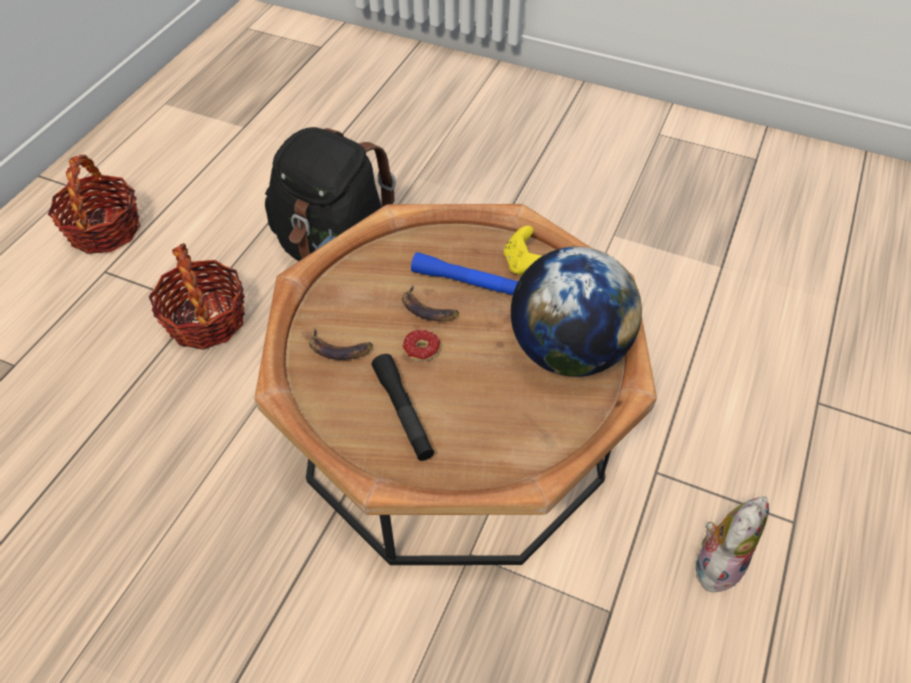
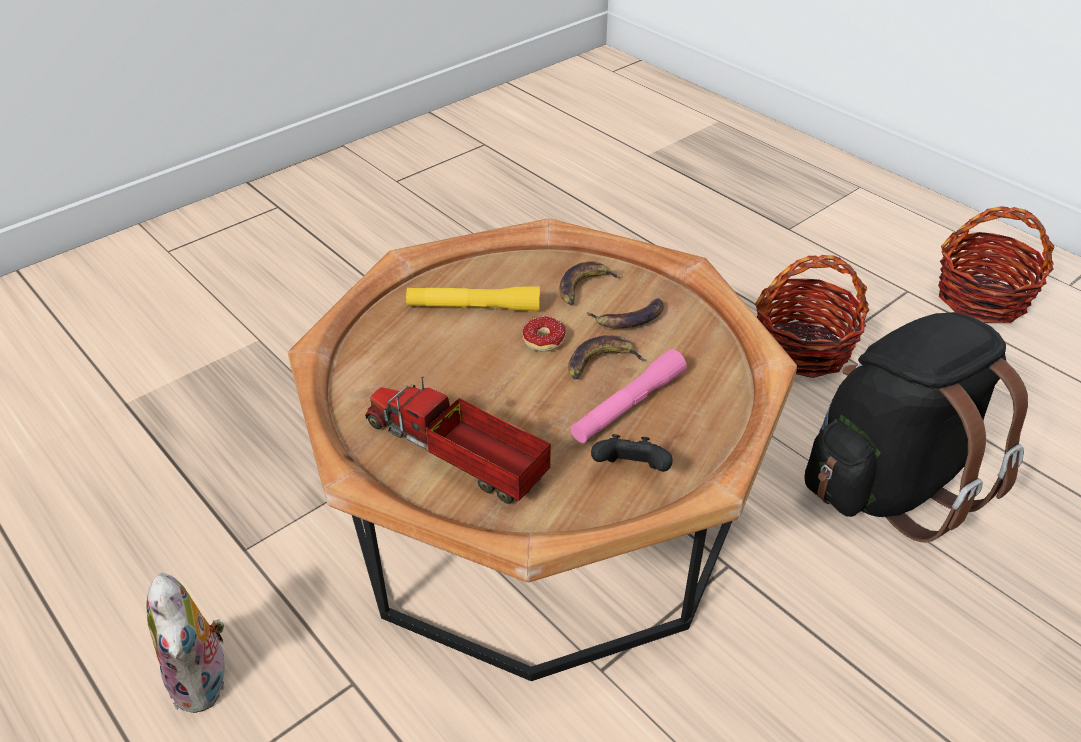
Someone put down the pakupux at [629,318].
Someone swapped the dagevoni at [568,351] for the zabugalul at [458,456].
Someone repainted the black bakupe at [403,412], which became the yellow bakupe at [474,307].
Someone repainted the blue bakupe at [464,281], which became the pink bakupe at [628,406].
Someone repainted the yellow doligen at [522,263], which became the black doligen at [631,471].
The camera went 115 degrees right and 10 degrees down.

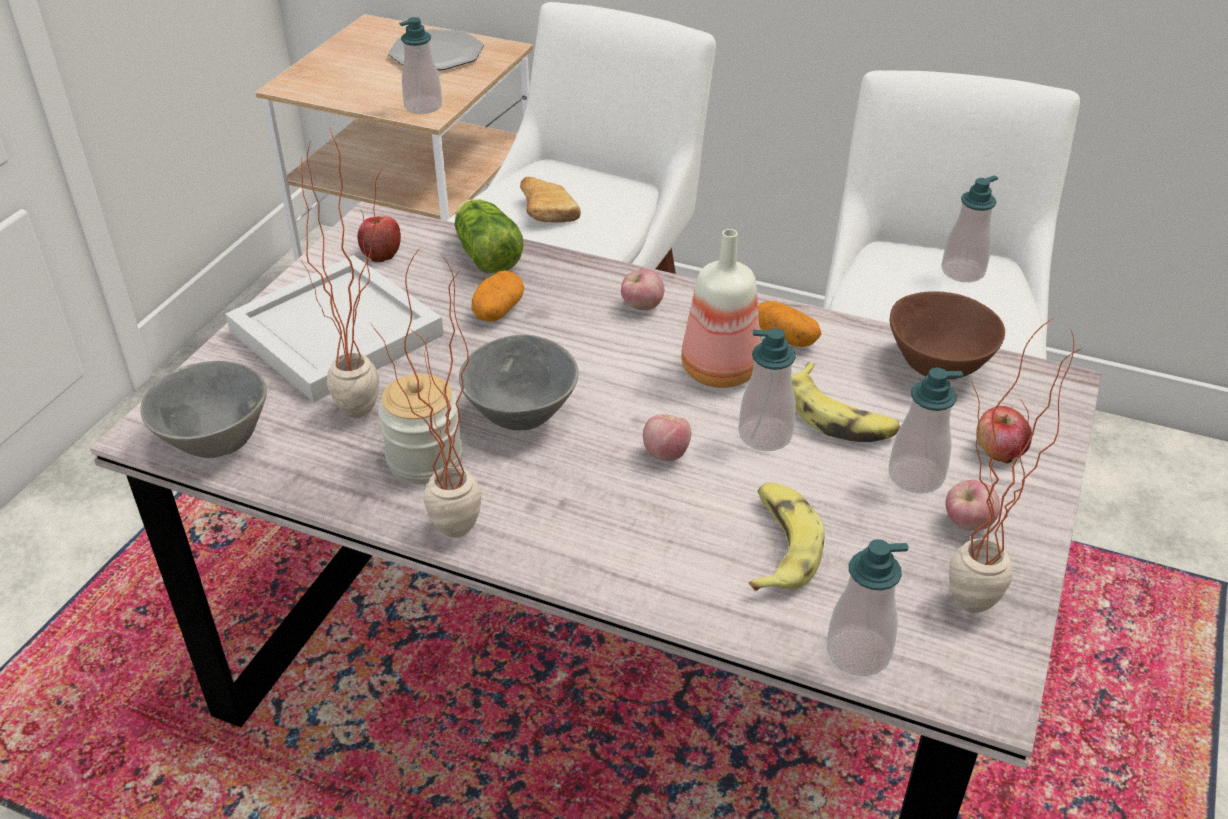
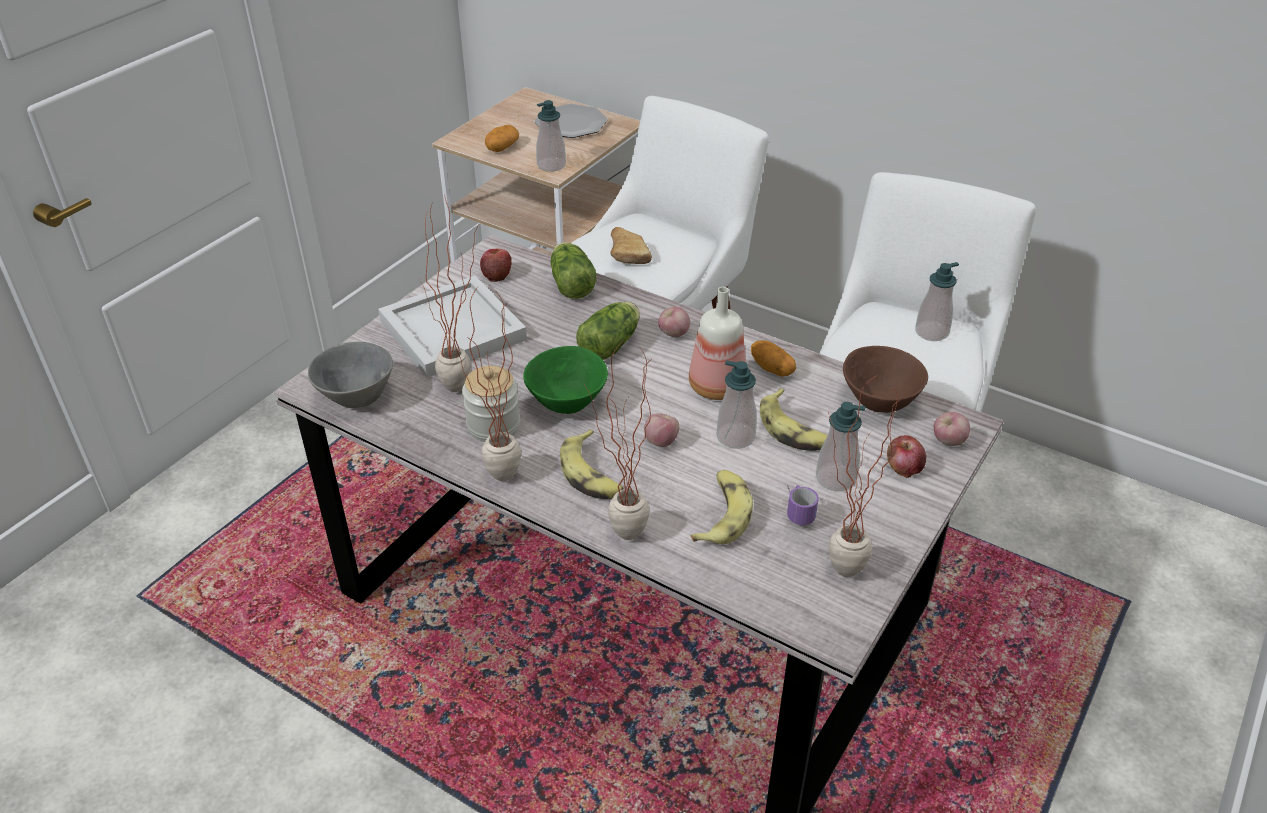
Someone took away the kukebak at [858,652].
Someone put down the pakupux at [592,475].
Someone put down the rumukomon at [612,344].
Someone put down the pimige at [619,540].
Someone put down the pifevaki at [796,509].
Someone carried the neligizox from [498,310] to [502,147].
Someone carried the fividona from [967,524] to [948,442].
Someone repainted the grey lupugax at [518,414], which became the green lupugax at [565,402].
The camera went 10 degrees right and 0 degrees up.

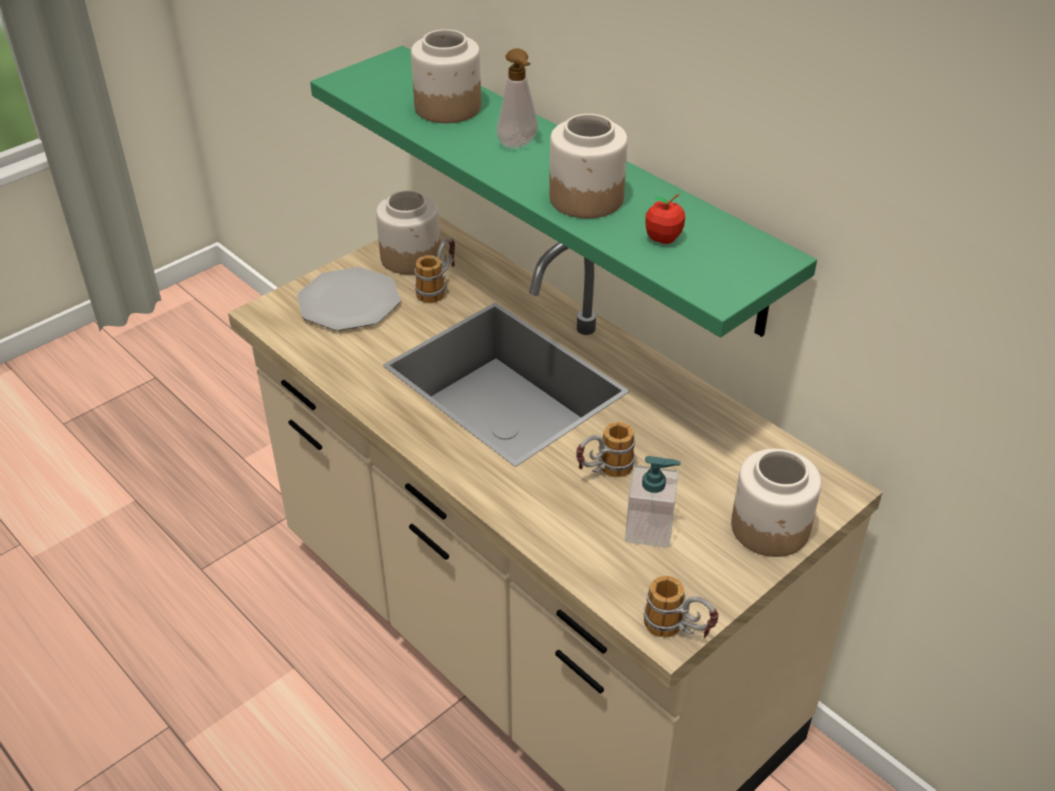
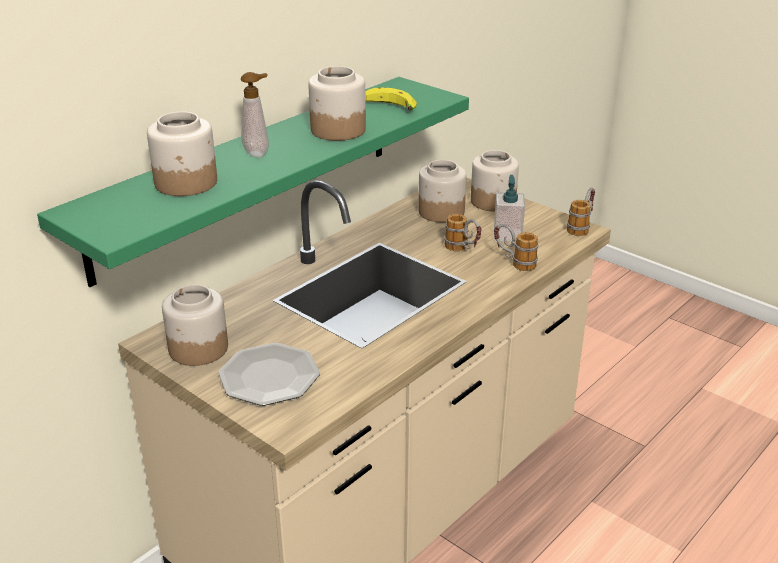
Someone put down the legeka at [440,212].
Someone carried the pifevaki from [438,288] to [514,262].
Someone swapped the fividona at [663,238] for the pakupux at [386,109].
The camera went 95 degrees left and 10 degrees down.

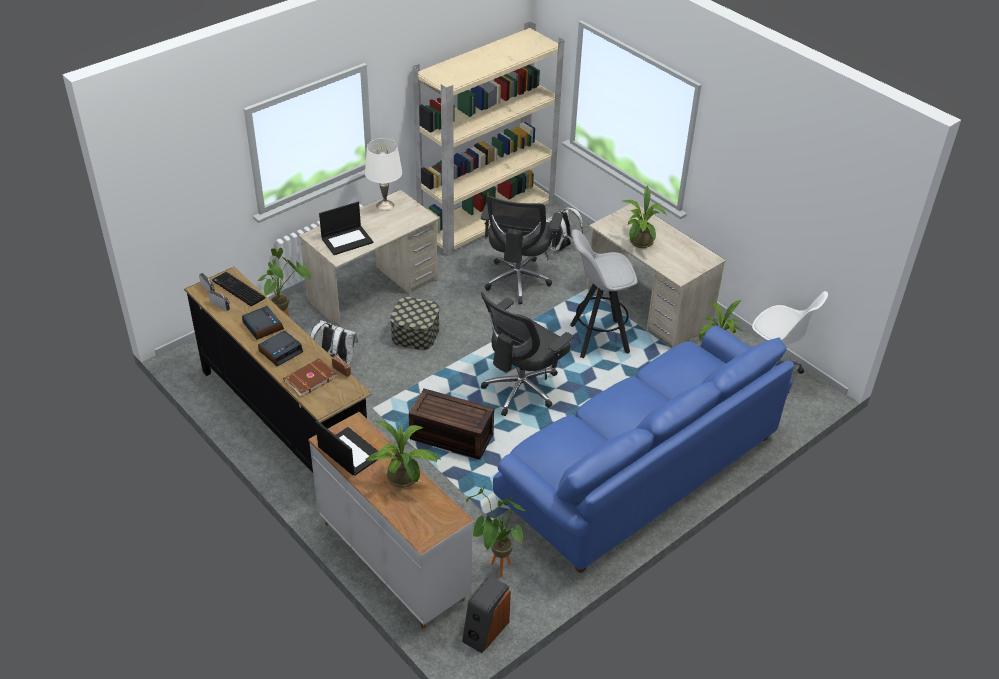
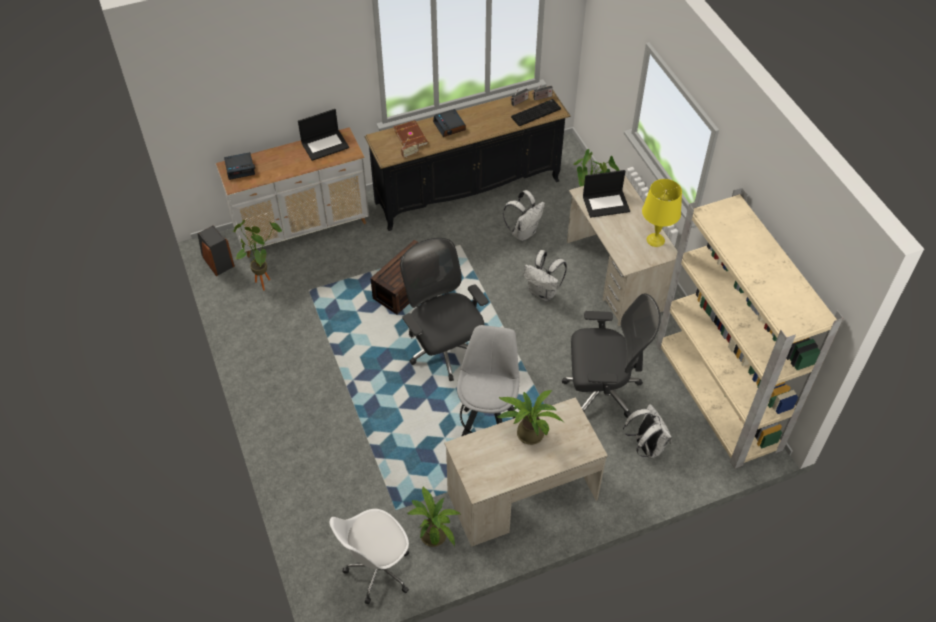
Someone took away the pimige at [405,480].
Someone took away the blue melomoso at [639,469].
Someone carried the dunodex from [262,326] to [240,168].
Someone swapped the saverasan at [415,334] for the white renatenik at [543,292].
Someone repainted the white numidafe at [385,205], which became the yellow numidafe at [655,239].
Someone rotated the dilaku at [347,240] by 90 degrees counterclockwise.
Someone rotated the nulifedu at [517,279] by 150 degrees clockwise.
The camera went 110 degrees right and 10 degrees up.

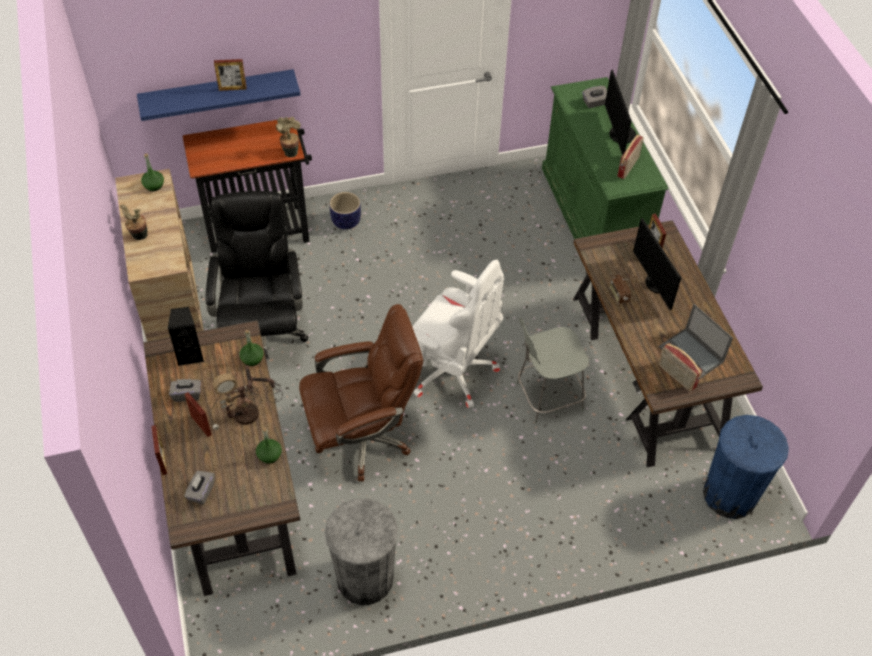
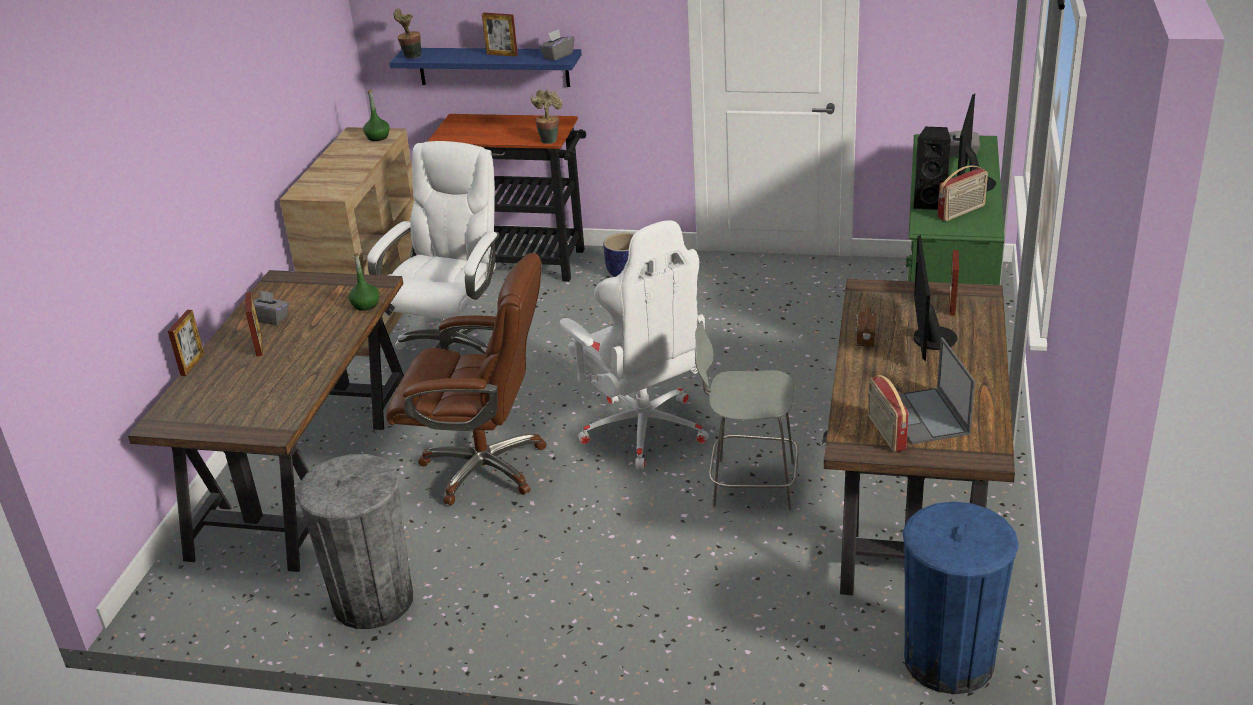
Someone took away the numidafe at [248,415].
Someone took away the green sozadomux at [269,455].
Someone carried the pimige from [138,236] to [411,56].
Someone carried the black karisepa from [190,355] to [931,203].
Someone carried the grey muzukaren from [201,492] to [557,56].
Someone repainted the black nulifedu at [264,334], which became the white nulifedu at [452,348].
The camera went 30 degrees right and 20 degrees down.

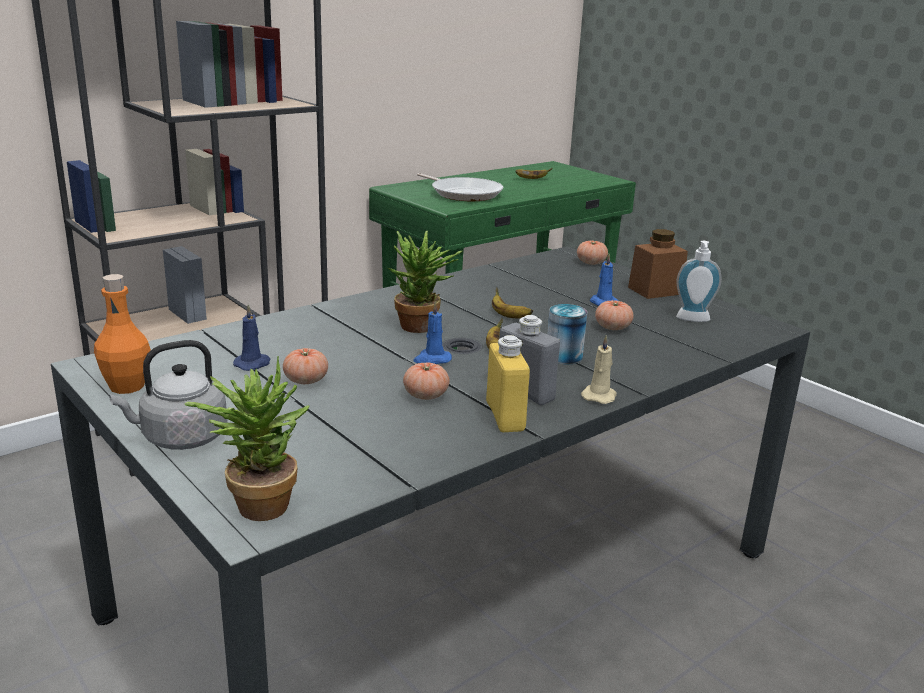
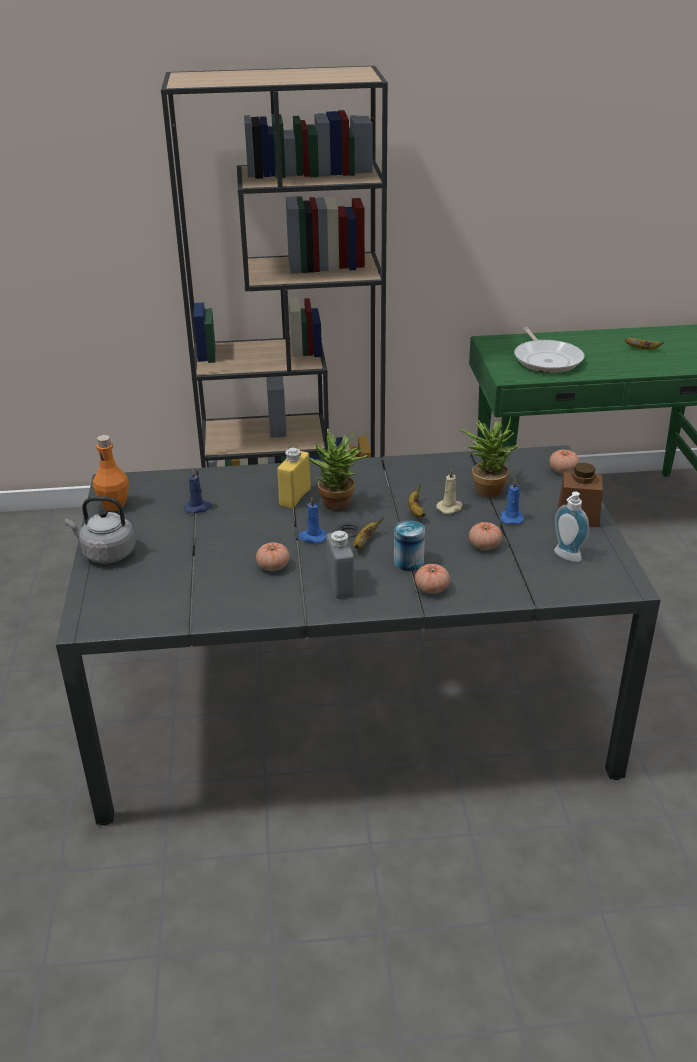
Someone carried the pimige from [256,503] to [486,488].
Someone carried the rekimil from [306,380] to [431,588].
Someone carried the yellow sozadomux from [505,416] to [295,497].
Someone carried the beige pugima from [599,396] to [450,508].
The camera went 35 degrees right and 10 degrees up.

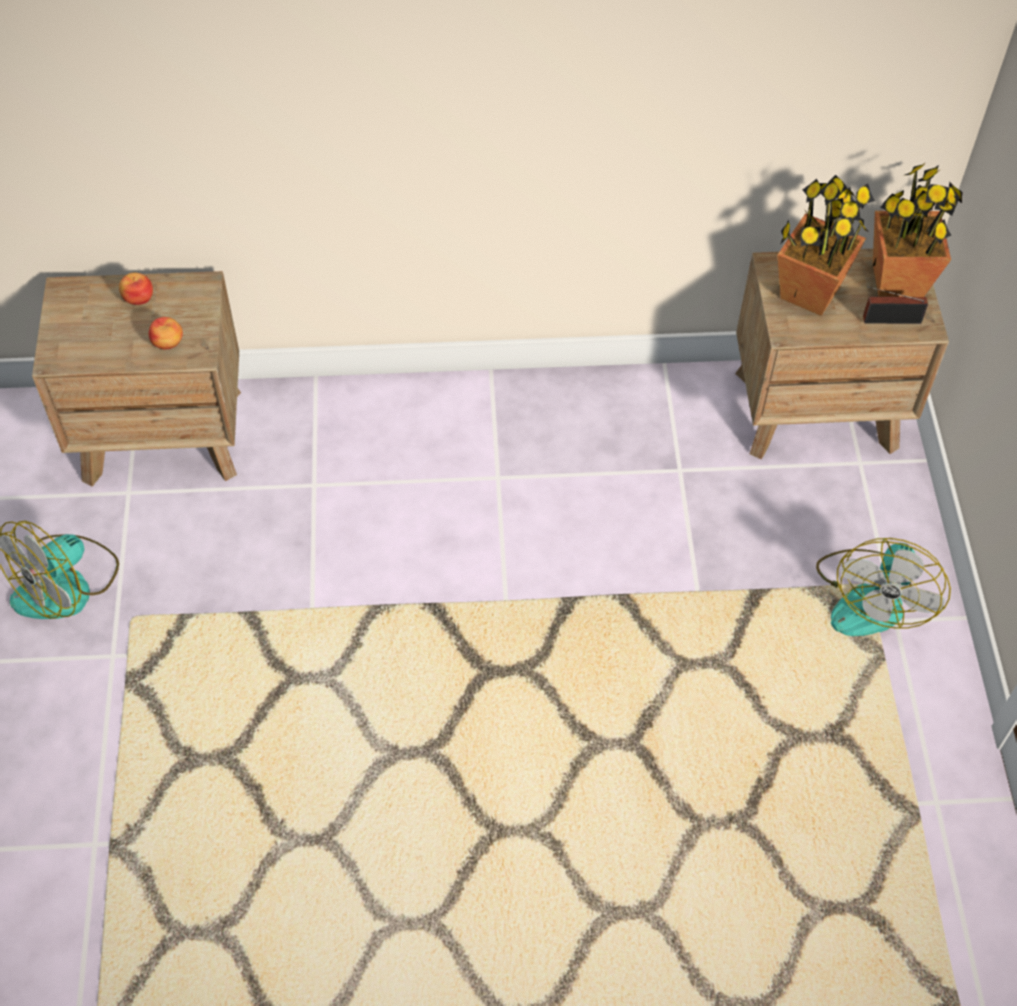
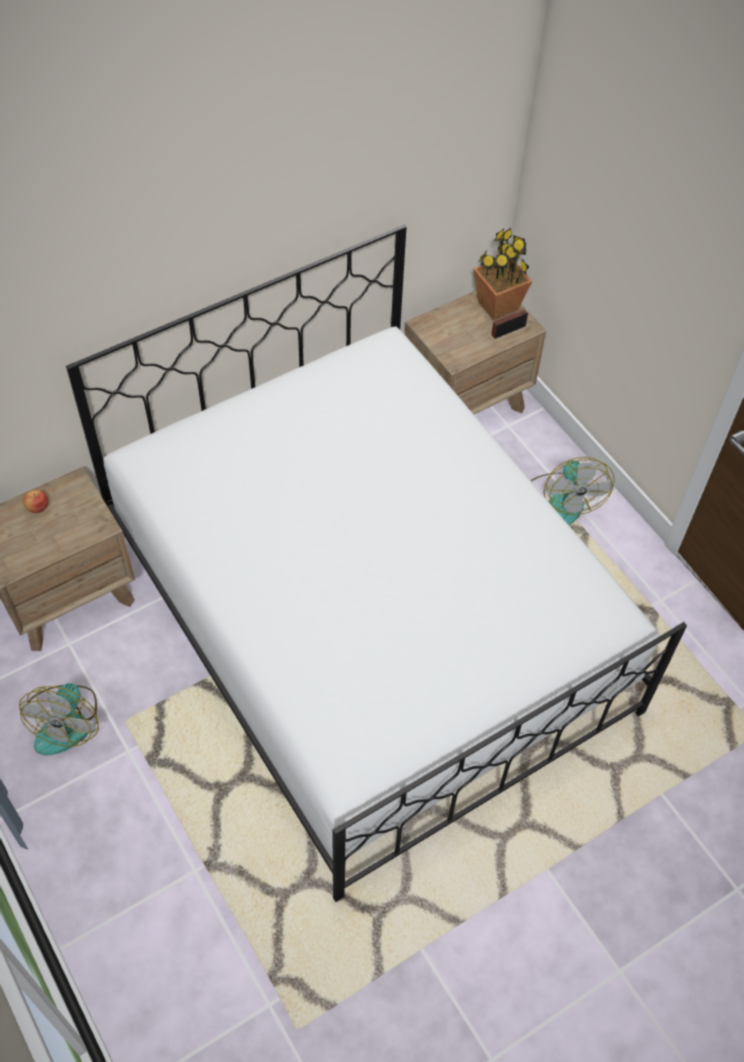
Someone took away the fividona at [168,343].
Someone took away the pimige at [809,292].
Someone put down the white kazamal at [367,619].
The camera went 30 degrees left and 0 degrees up.

